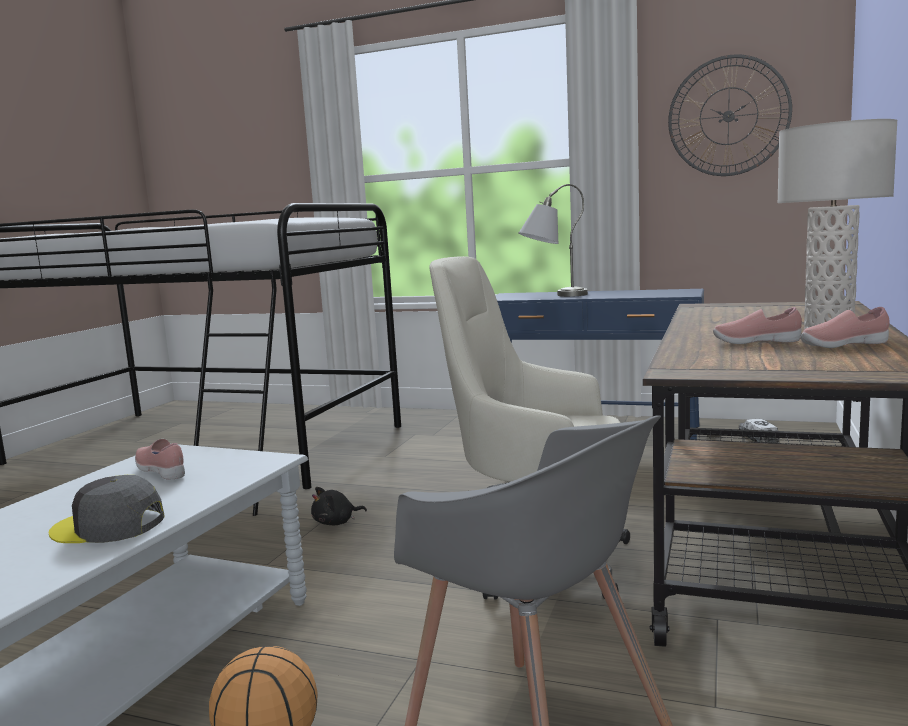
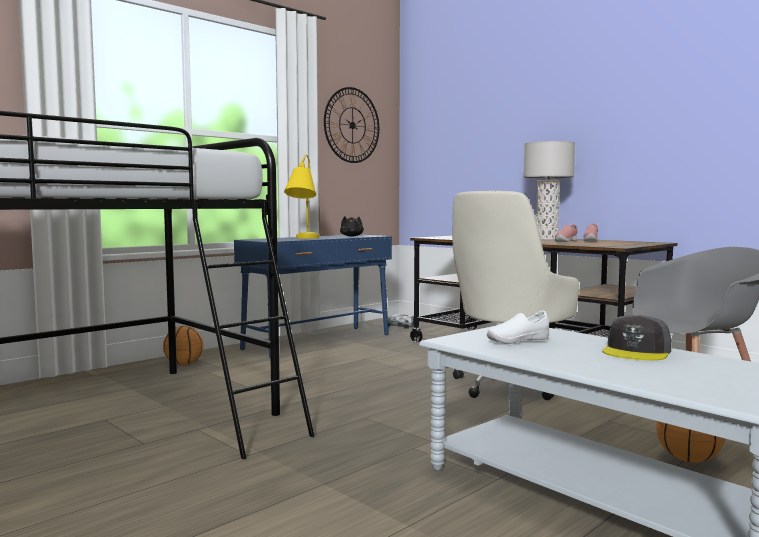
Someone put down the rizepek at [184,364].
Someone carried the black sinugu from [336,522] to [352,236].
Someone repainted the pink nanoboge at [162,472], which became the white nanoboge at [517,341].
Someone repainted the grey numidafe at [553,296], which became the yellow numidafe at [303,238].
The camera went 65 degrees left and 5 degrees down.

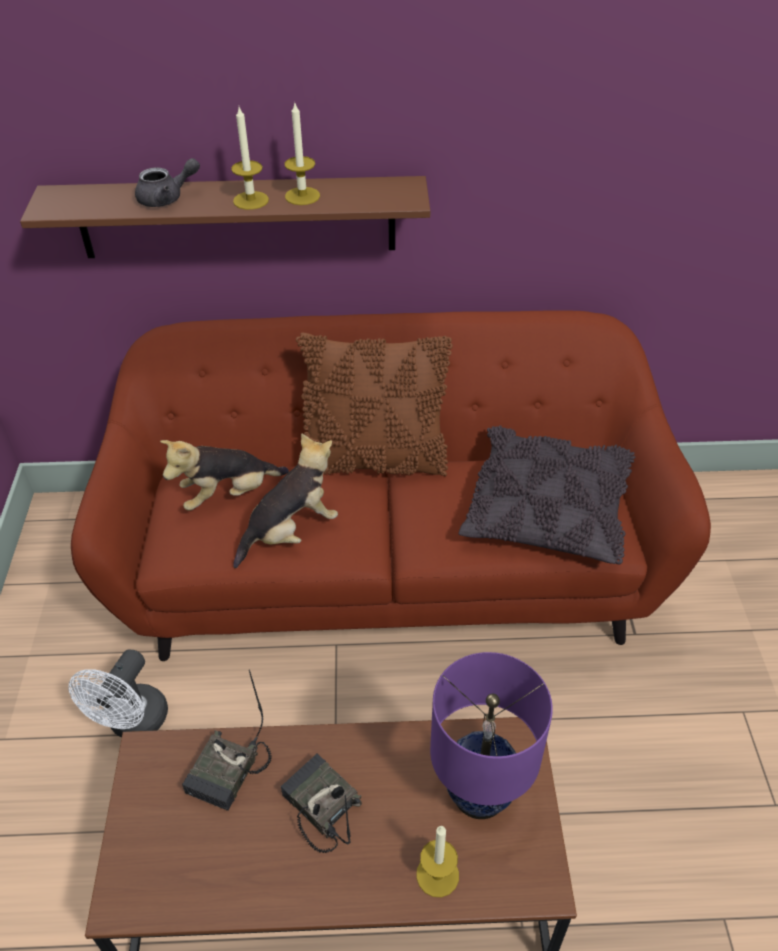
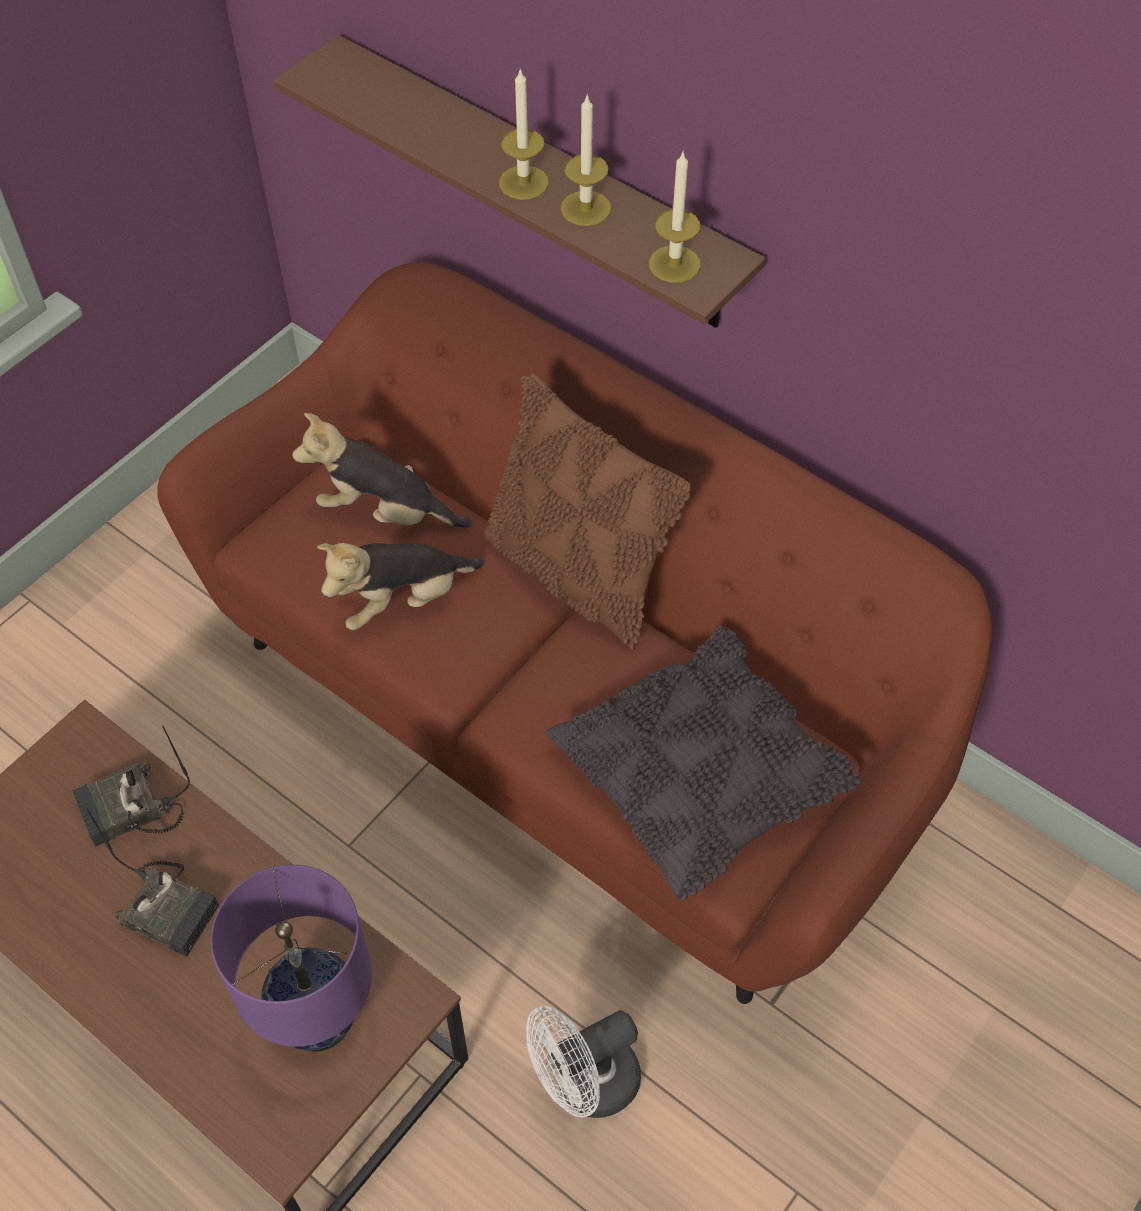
Someone took away the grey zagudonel at [167,198].
Someone carried the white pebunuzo from [133,724] to [585,1084].
Someone carried the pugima from [437,875] to [674,264].
Someone rotated the sinugu at [291,531] by 150 degrees clockwise.
Someone rotated the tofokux at [319,807] by 120 degrees clockwise.
The camera went 40 degrees right and 10 degrees up.

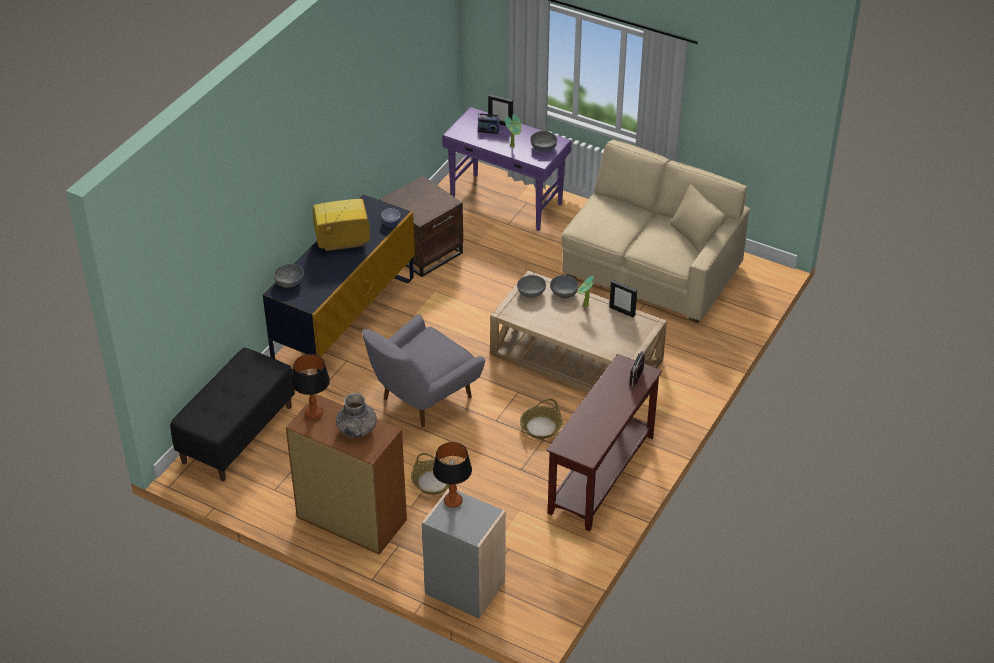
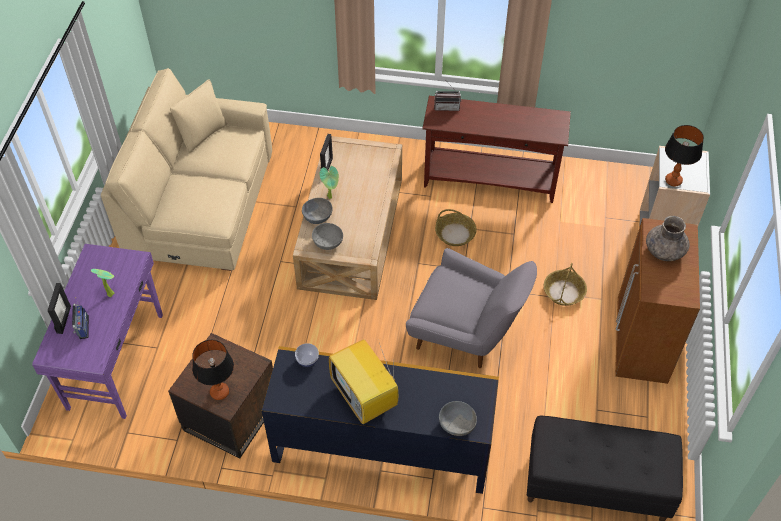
Someone took away the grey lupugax at [543,147].
Someone carried the numidafe from [314,413] to [219,392].
The camera went 110 degrees left and 10 degrees up.

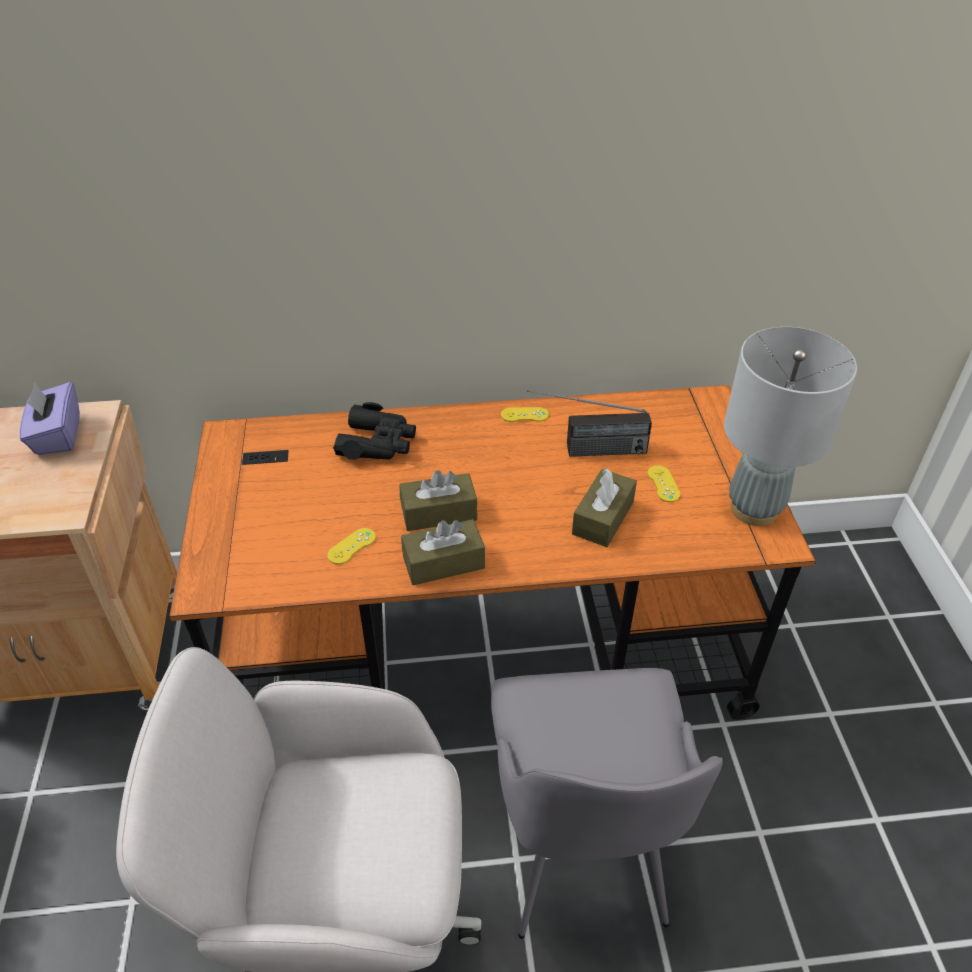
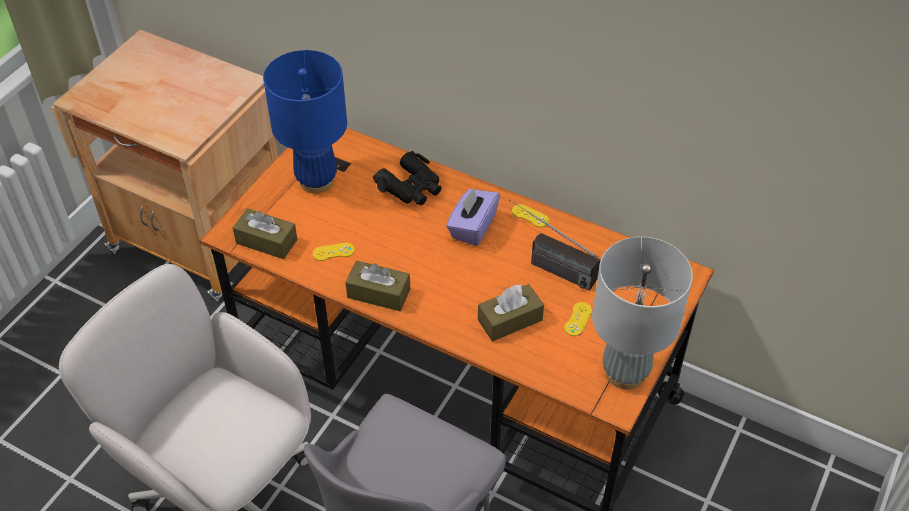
Someone put down the blue numidafe at [316,181].
Someone carried the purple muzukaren from [57,435] to [472,227].
Someone carried the brown muzukaren from [439,513] to [266,241].
The camera went 35 degrees right and 5 degrees up.

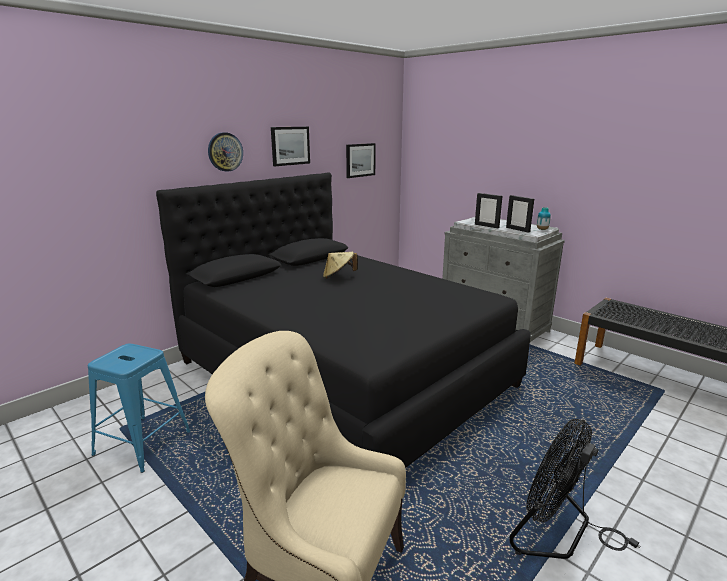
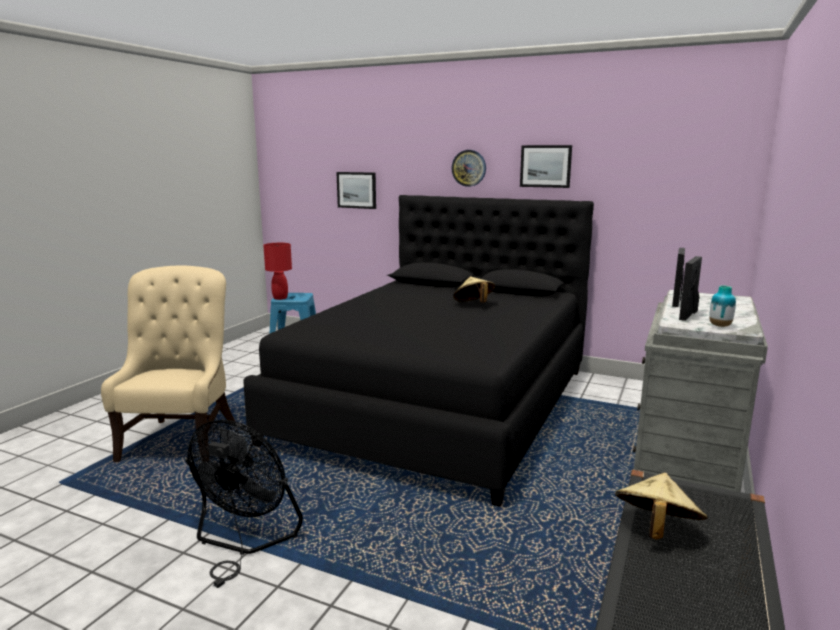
Someone put down the red numidafe at [280,298].
Someone put down the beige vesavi at [656,529].
Someone carried the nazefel from [360,160] to [357,190].
The camera went 70 degrees right and 5 degrees down.

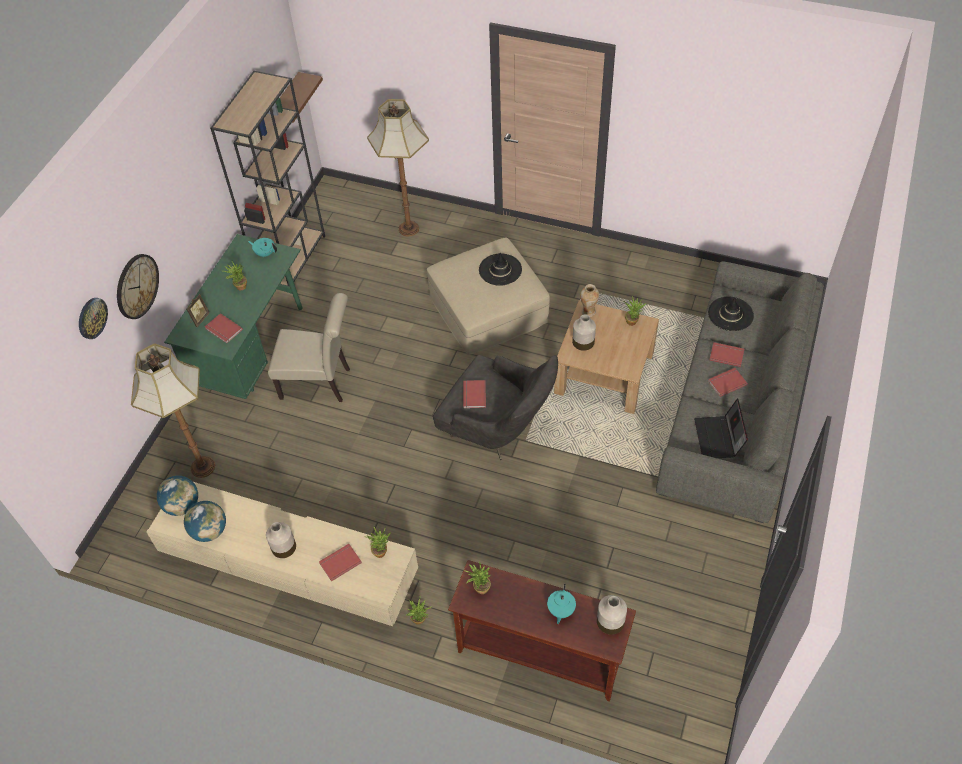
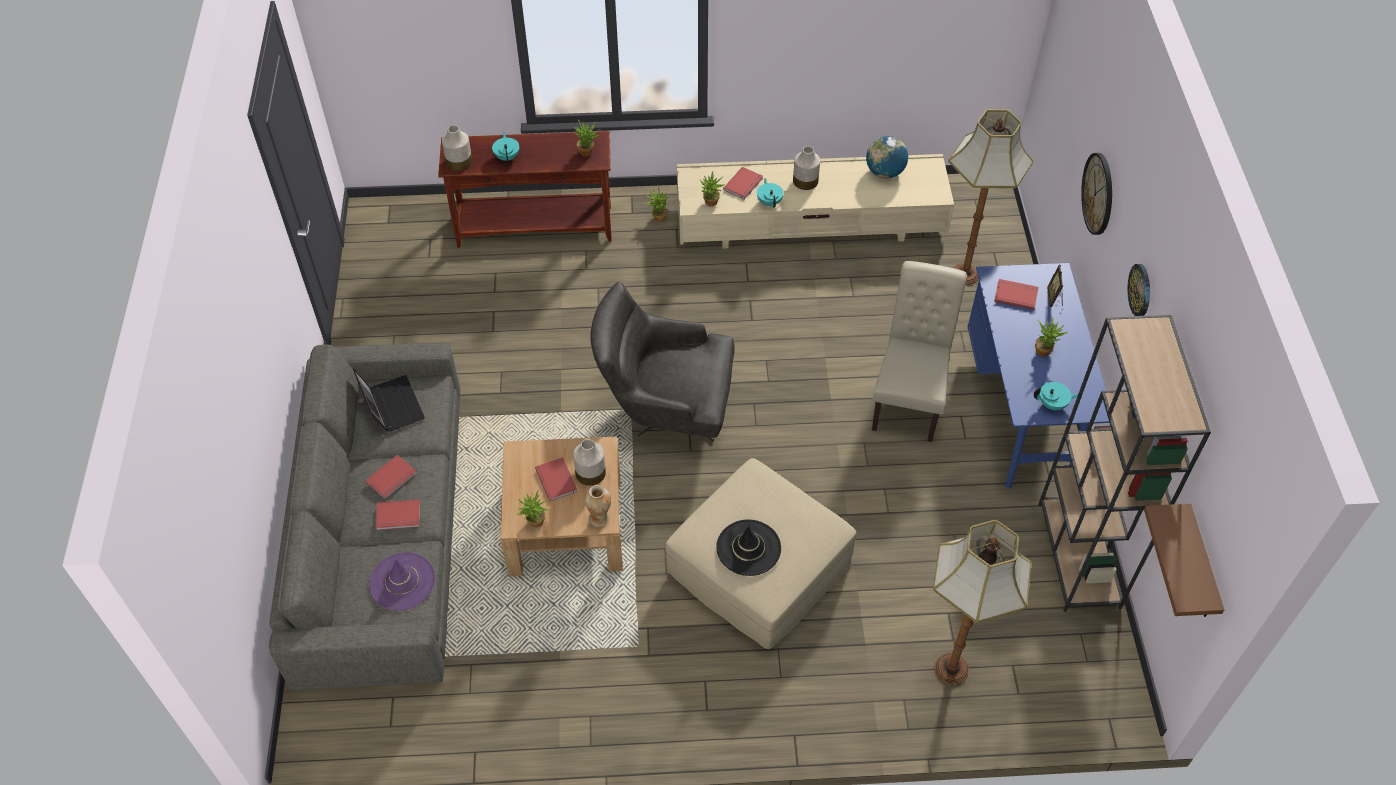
Someone took away the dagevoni at [182,505].
Someone put down the turquoise zagudonel at [769,202].
Someone carried the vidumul from [92,318] to [1140,290].
Someone carried the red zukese from [473,395] to [557,479].
Someone repainted the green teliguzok at [253,350], which became the blue teliguzok at [1021,412].
Someone repainted the black vesavi at [730,314], which became the purple vesavi at [402,581].
Someone rotated the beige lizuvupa at [320,383] by 120 degrees clockwise.
The camera went 155 degrees right and 0 degrees up.

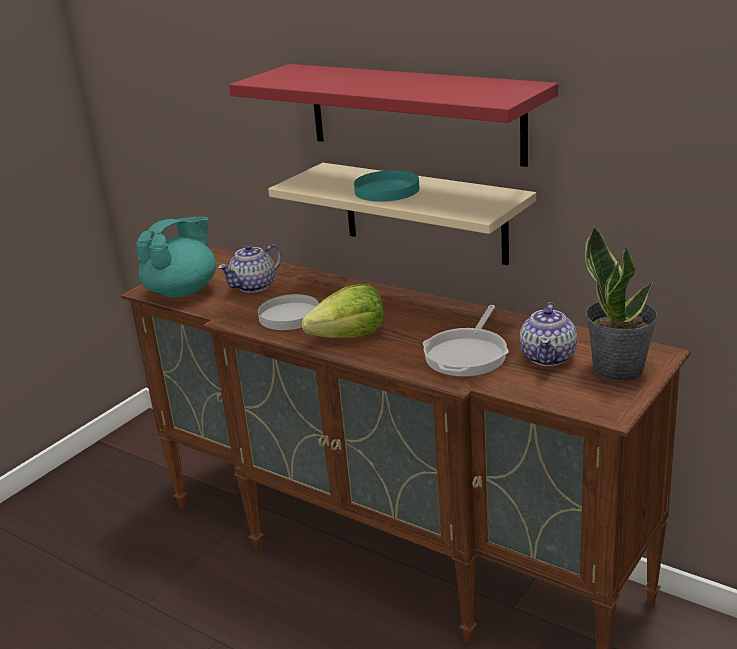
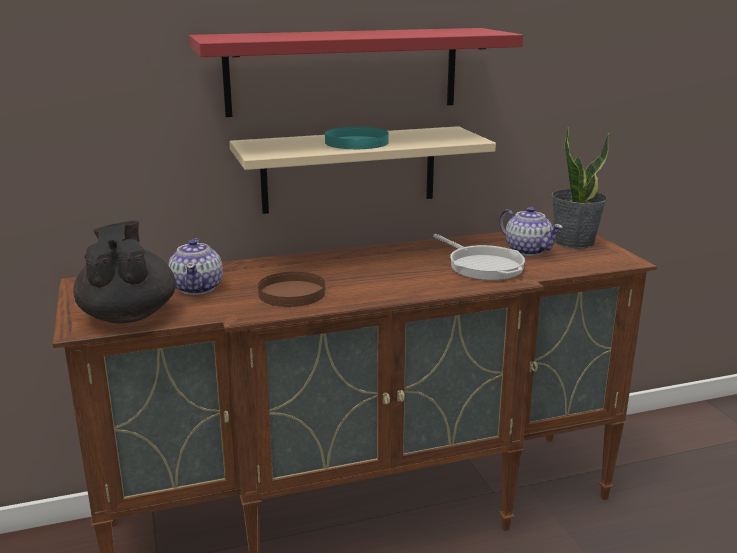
Someone took away the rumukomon at [349,336].
Someone repainted the turquoise zagudonel at [183,291], which became the black zagudonel at [128,315].
Someone repainted the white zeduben at [290,316], which became the brown zeduben at [292,293].
The camera went 55 degrees left and 5 degrees down.

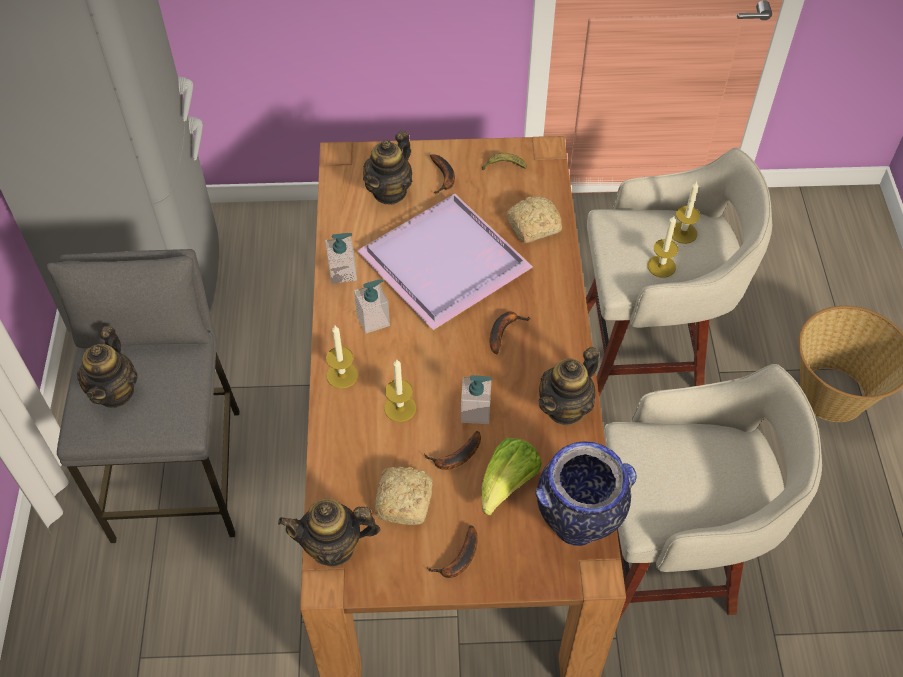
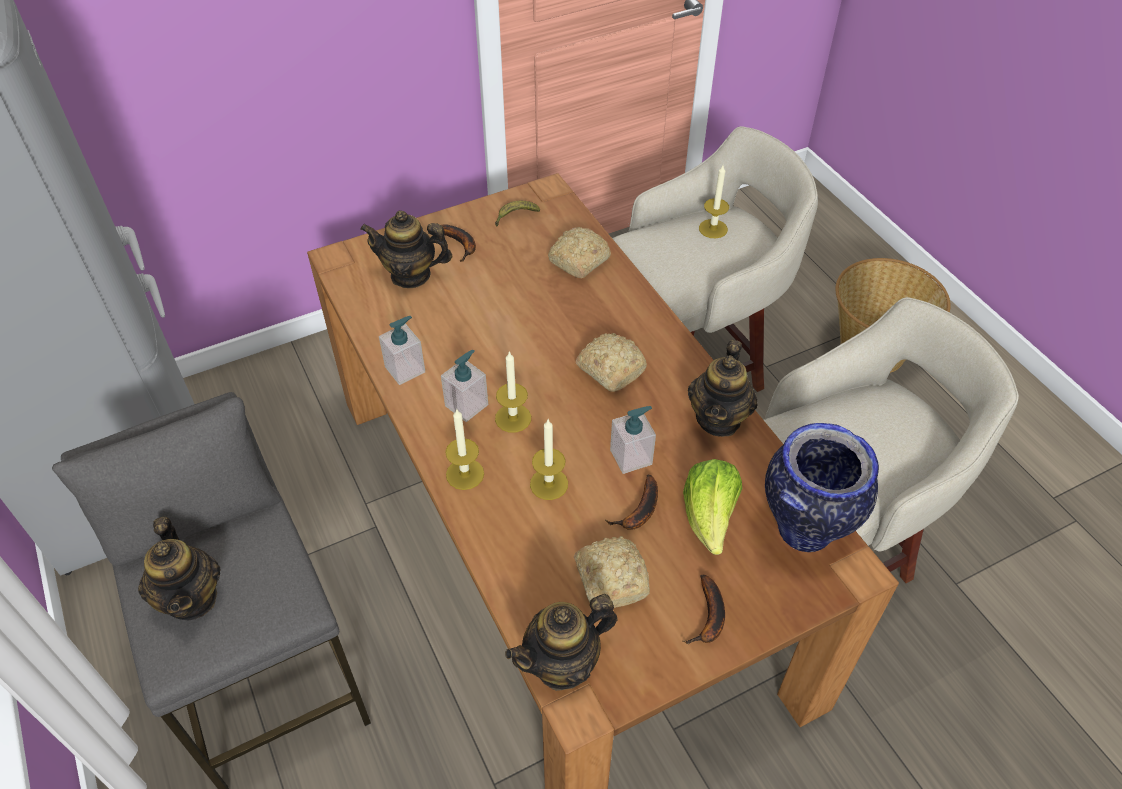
Someone took away the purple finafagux at [444,265].
Someone carried the pugima from [661,266] to [513,418].
Someone swapped the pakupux at [503,331] for the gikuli at [610,368].
Someone rotated the zagudonel at [390,191] by 90 degrees clockwise.
The camera went 25 degrees left and 5 degrees down.

